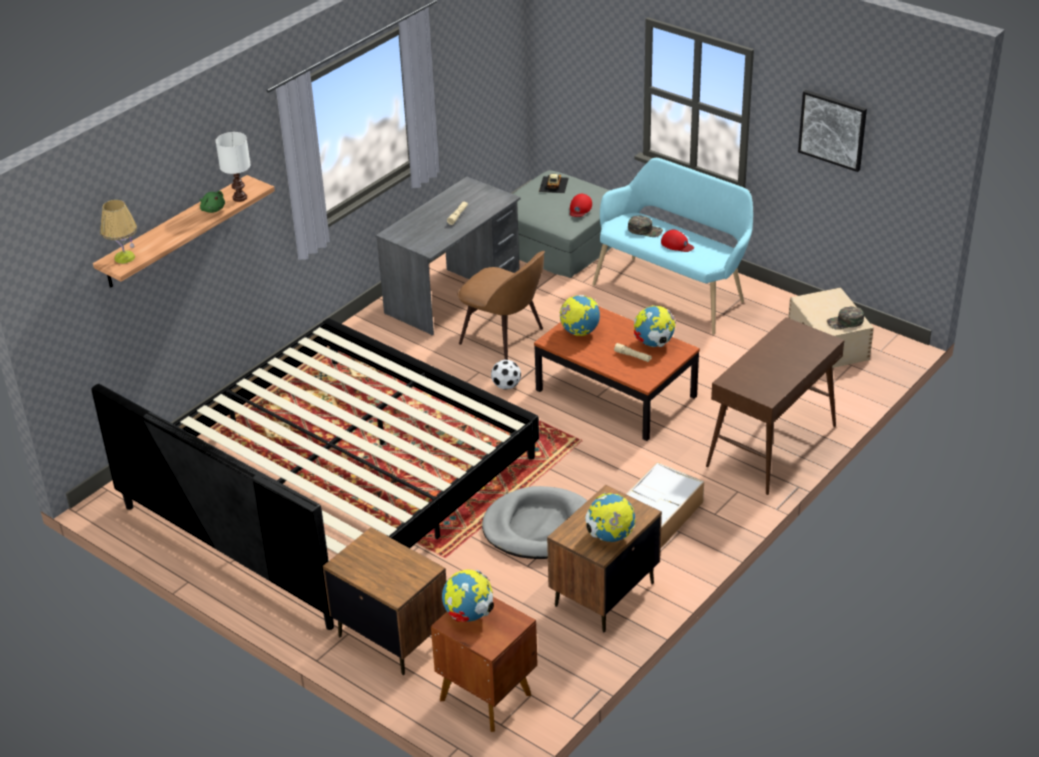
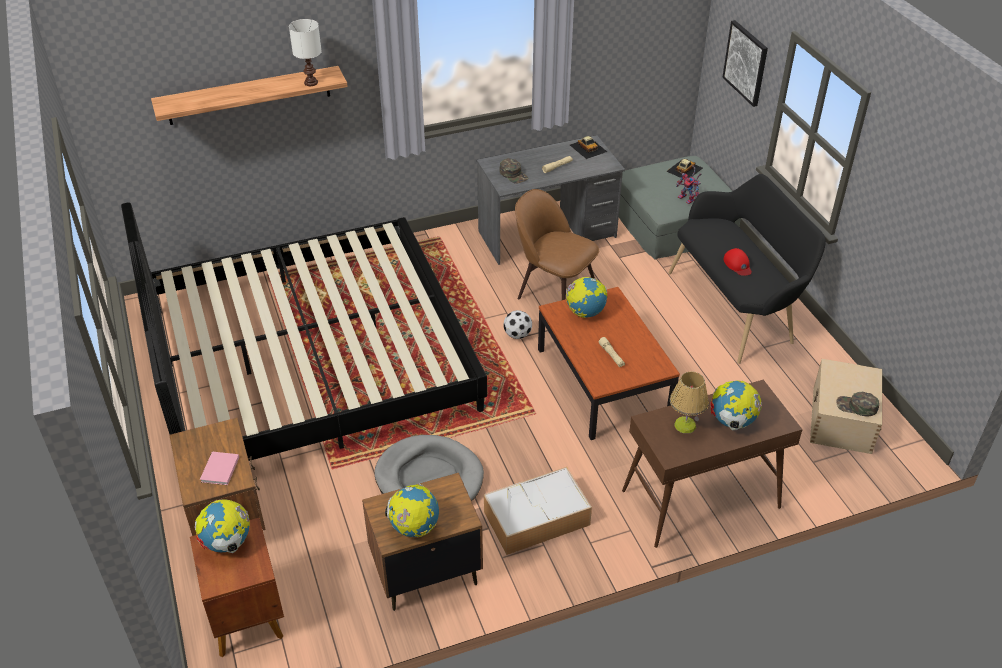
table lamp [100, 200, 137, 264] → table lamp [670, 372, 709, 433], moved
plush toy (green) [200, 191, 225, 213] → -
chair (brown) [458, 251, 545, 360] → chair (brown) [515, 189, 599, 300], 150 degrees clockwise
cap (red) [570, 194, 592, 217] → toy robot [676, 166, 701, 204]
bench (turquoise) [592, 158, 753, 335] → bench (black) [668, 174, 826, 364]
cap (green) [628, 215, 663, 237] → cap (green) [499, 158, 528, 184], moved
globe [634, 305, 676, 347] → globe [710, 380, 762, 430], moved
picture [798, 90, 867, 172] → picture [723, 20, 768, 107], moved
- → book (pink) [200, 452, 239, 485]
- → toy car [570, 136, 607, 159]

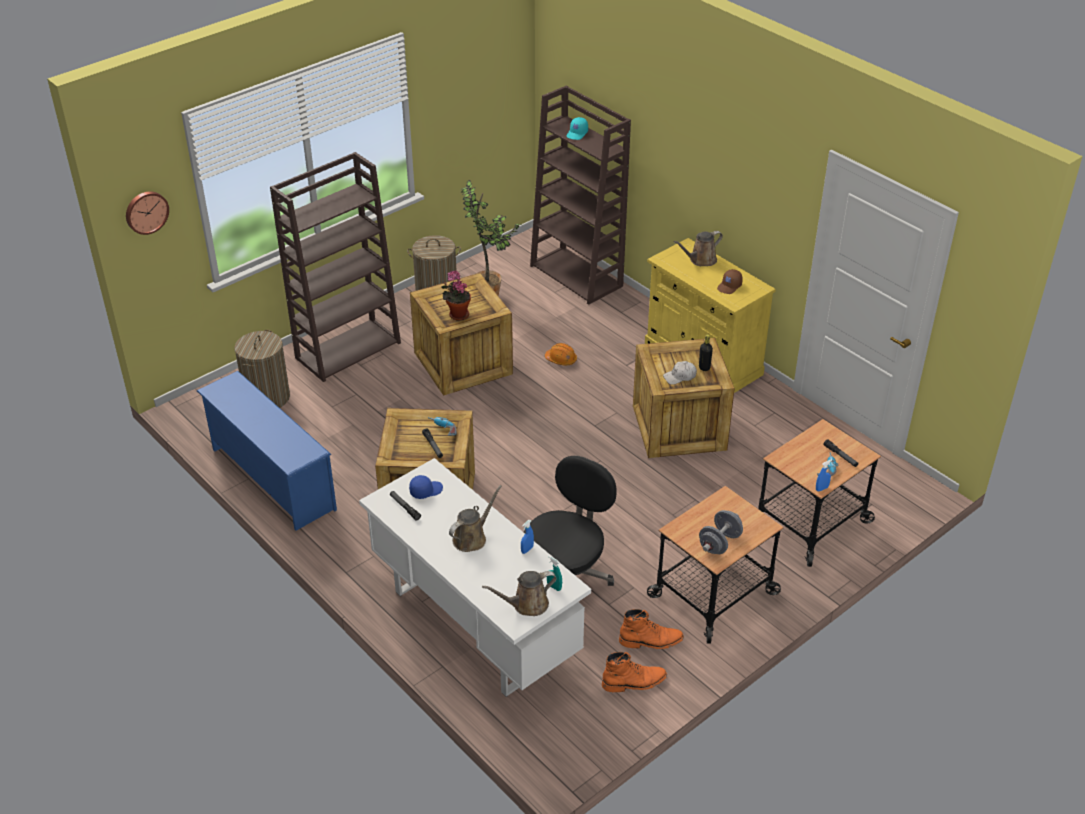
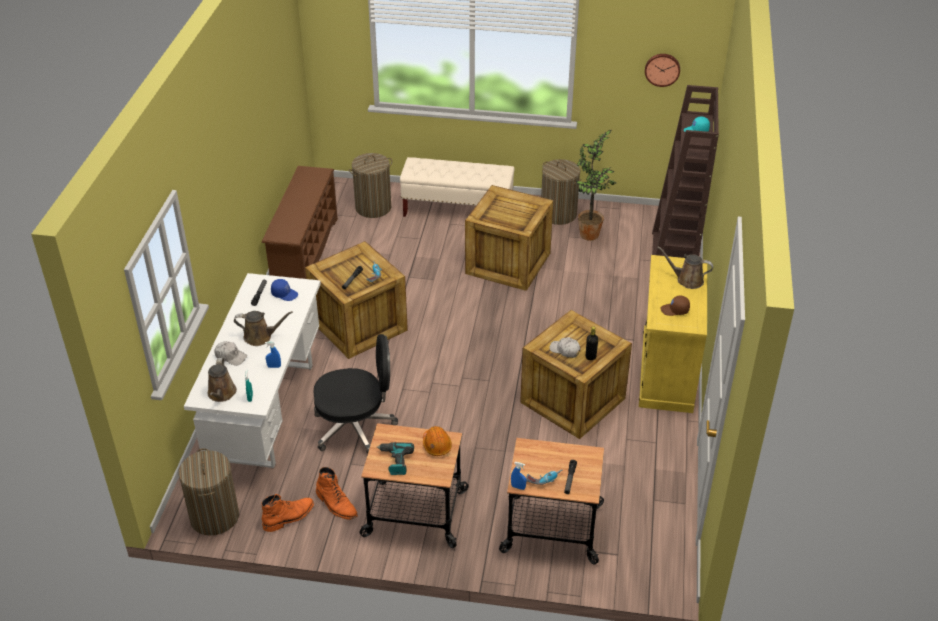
wall clock [126, 191, 169, 235] → wall clock [645, 54, 680, 87], moved
shoe rack (blue) [197, 371, 337, 531] → shoe rack (brown) [262, 166, 338, 279]
bookcase (brown) [270, 152, 401, 382] → bench (beige) [400, 157, 515, 217]
potted plant [441, 270, 471, 320] → -
watering can (brown) [482, 571, 556, 616] → watering can (brown) [208, 358, 237, 402], 120 degrees counterclockwise
hard hat (orange) [545, 343, 577, 365] → hard hat (orange) [423, 426, 452, 456], moved
boot (orange) [602, 652, 667, 692] → boot (orange) [261, 494, 314, 532], 75 degrees counterclockwise
dumbbell (grey) [699, 510, 743, 554] → power drill [376, 442, 414, 475]
- → laundry basket [178, 448, 239, 536]
- → cap (white) [214, 341, 247, 366]

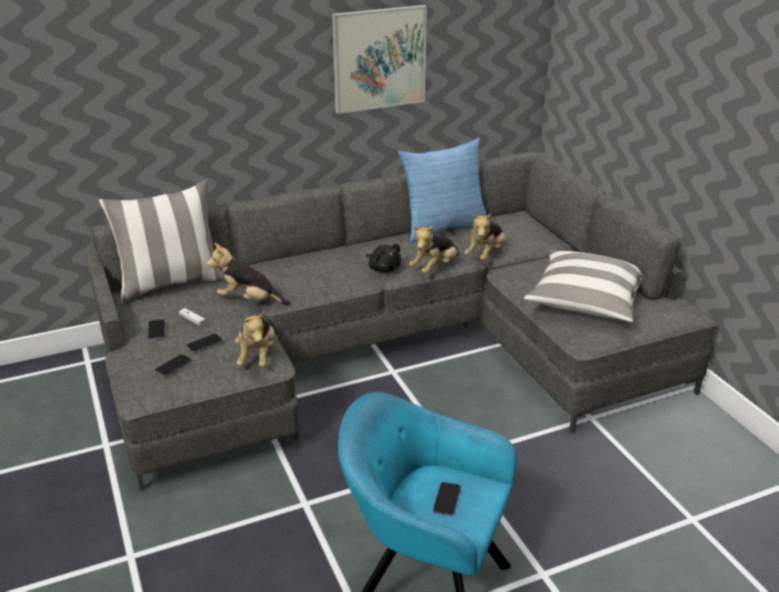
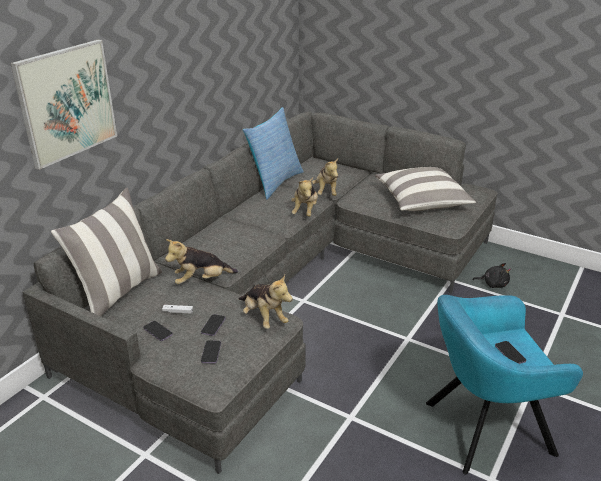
picture [332, 5, 427, 114] → picture [11, 40, 117, 170], moved
plush toy (black) [366, 244, 401, 272] → plush toy (black) [473, 263, 511, 288], moved

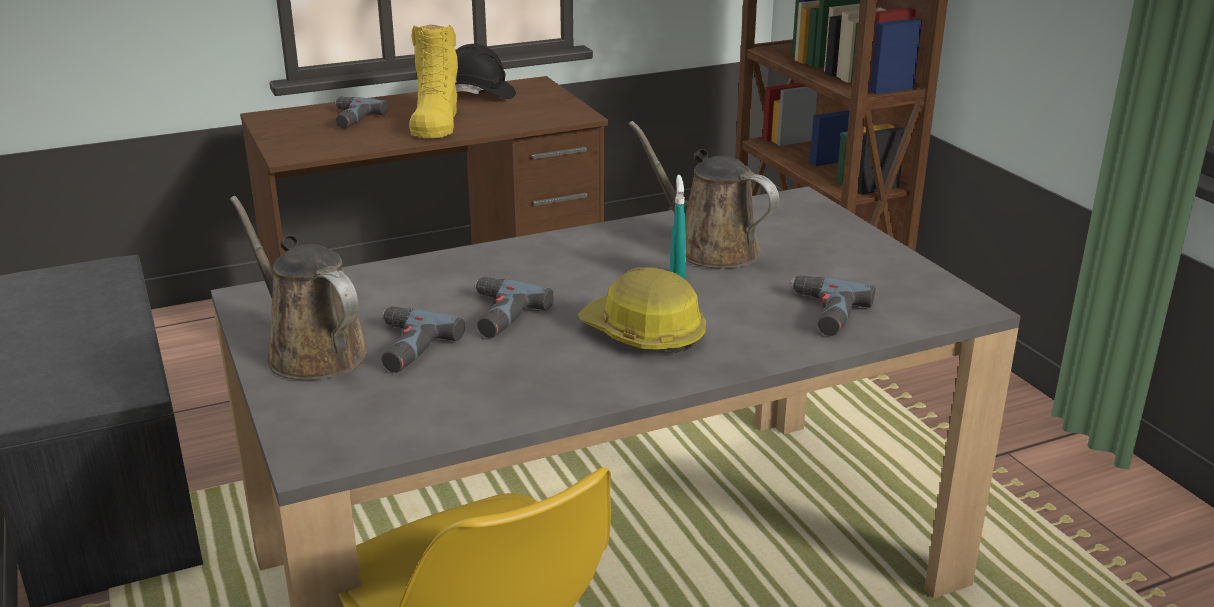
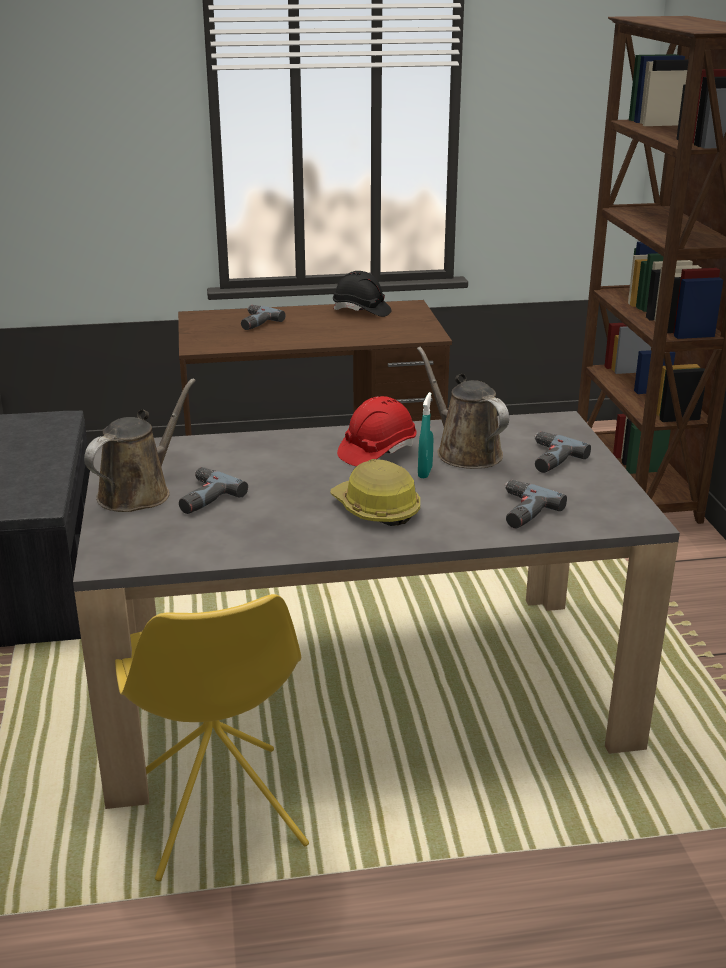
watering can (brown) [230, 196, 368, 380] → watering can (brown) [84, 378, 196, 512], 60 degrees clockwise
boot (yellow) [409, 25, 458, 139] → -
power drill [474, 277, 554, 338] → power drill [534, 431, 591, 473], moved
- → hard hat (red) [337, 396, 417, 466]

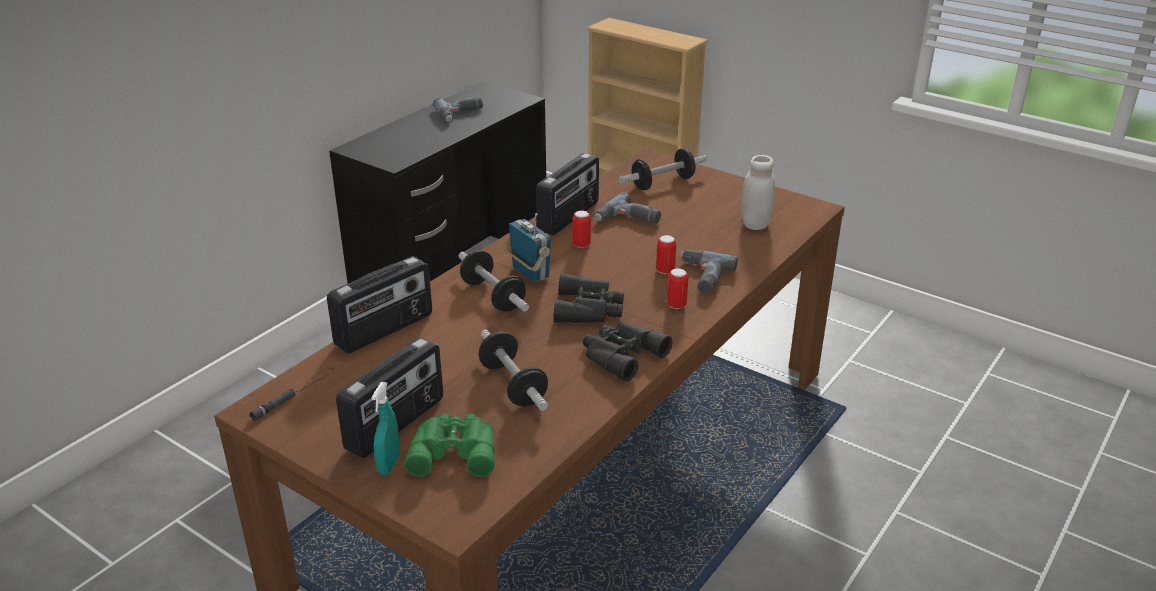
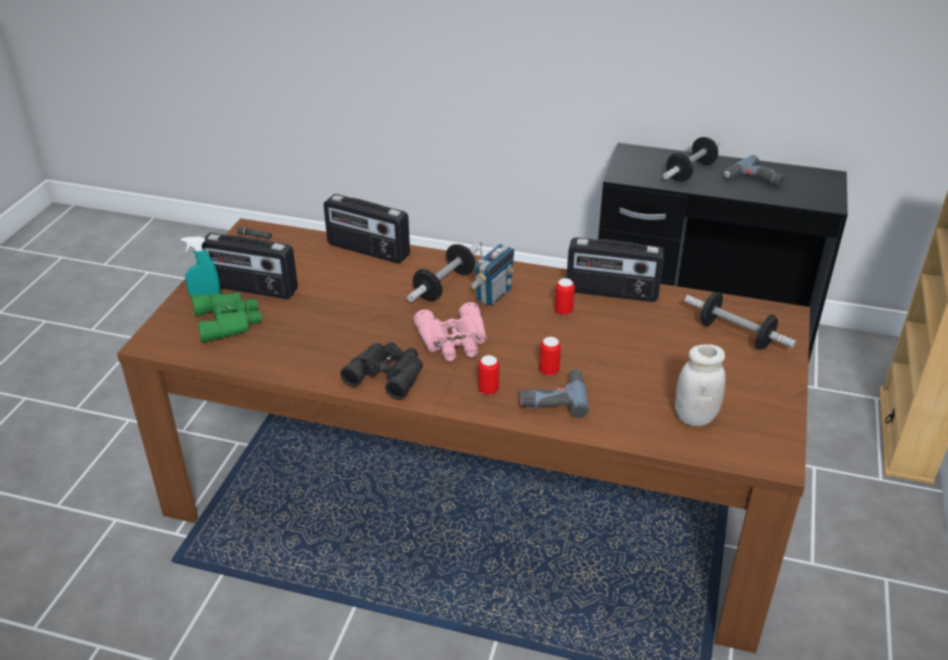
dumbbell [479, 330, 548, 411] → dumbbell [663, 137, 720, 182], moved
binoculars (black) [553, 273, 624, 323] → binoculars (pink) [414, 302, 487, 361]
power drill [595, 192, 661, 224] → -

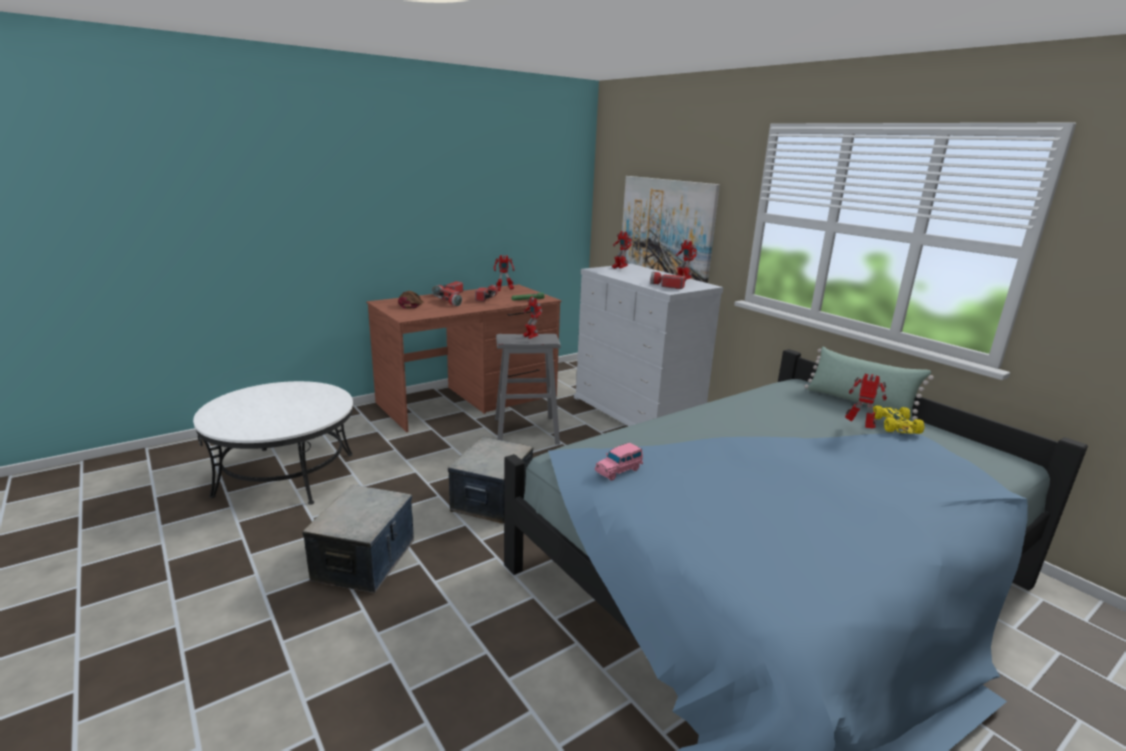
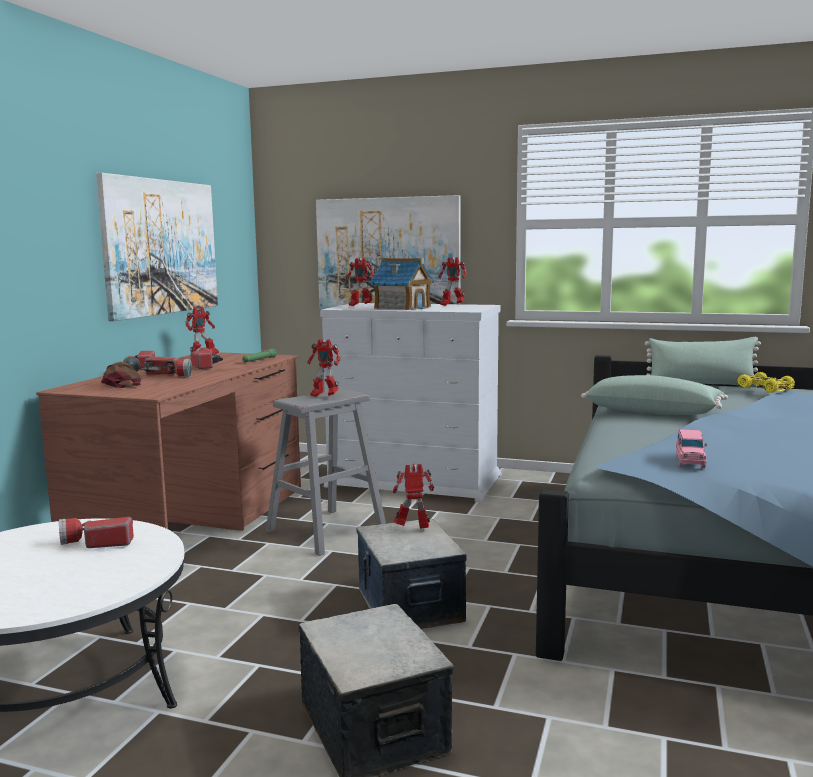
flashlight [650, 271, 686, 289] → flashlight [59, 517, 134, 548], moved
toy robot [845, 374, 887, 429] → toy robot [393, 464, 434, 529], moved
- → picture [96, 173, 218, 321]
- → toy house [369, 258, 434, 310]
- → pillow (green) [581, 375, 728, 415]

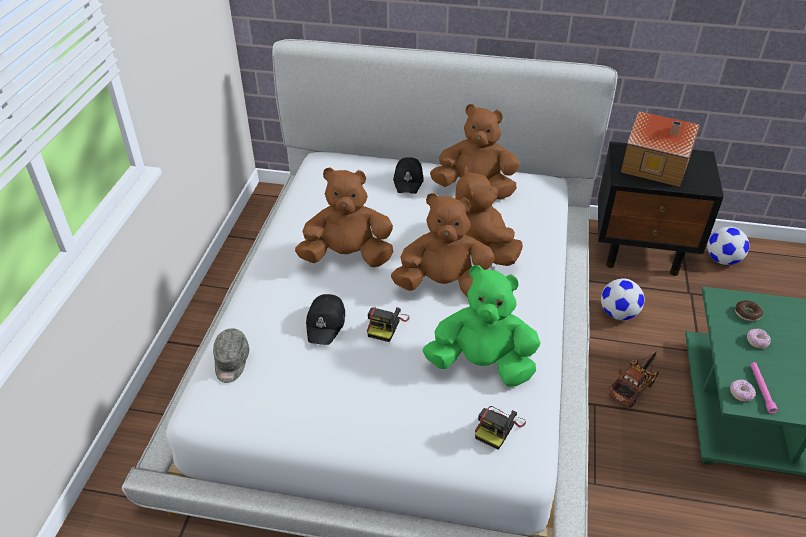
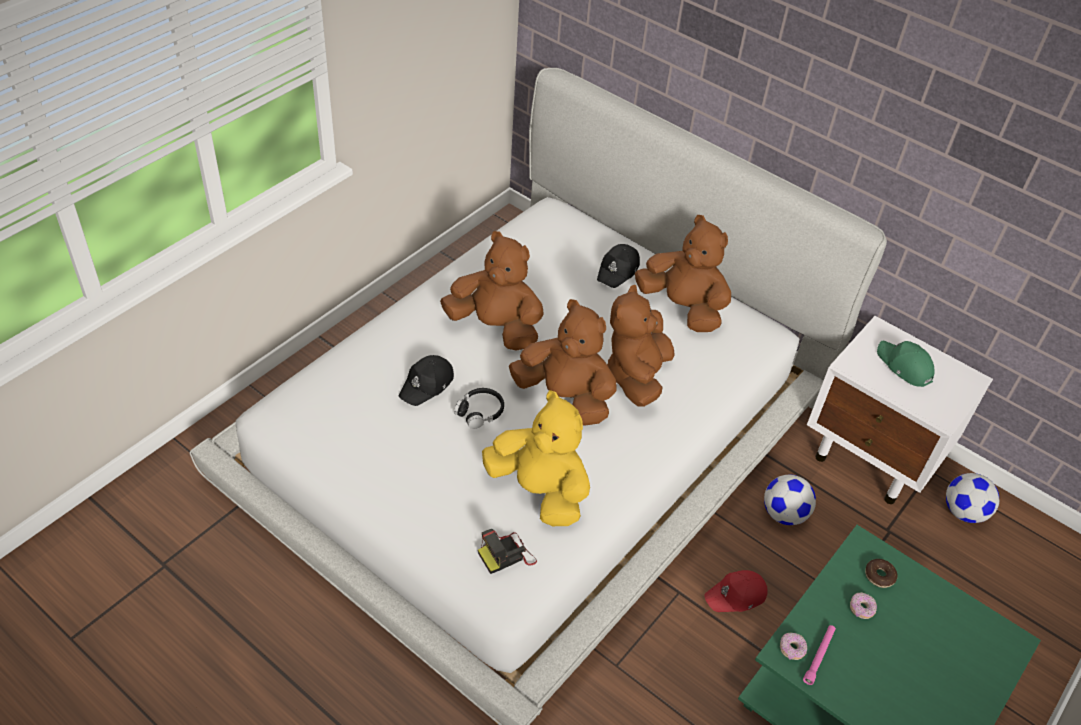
cap (grey) [213, 328, 249, 383] → -
photo camera [367, 307, 410, 342] → headphones (black) [454, 388, 504, 429]
plush toy (green) [423, 265, 541, 386] → plush toy (yellow) [482, 390, 590, 526]
nightstand (black) [598, 142, 724, 276] → nightstand (white) [807, 316, 993, 504]
toy truck [608, 351, 659, 408] → cap (red) [704, 570, 768, 612]
toy house [621, 111, 699, 187] → cap (green) [877, 341, 935, 387]

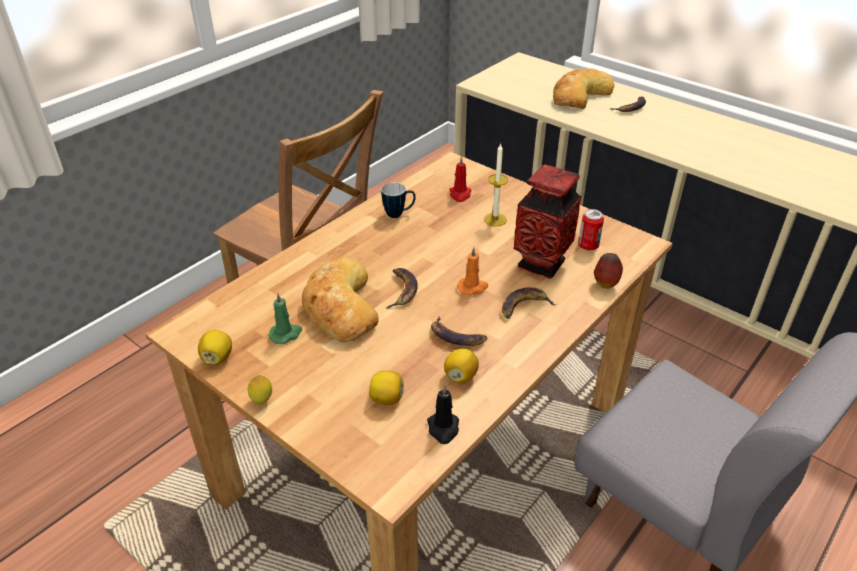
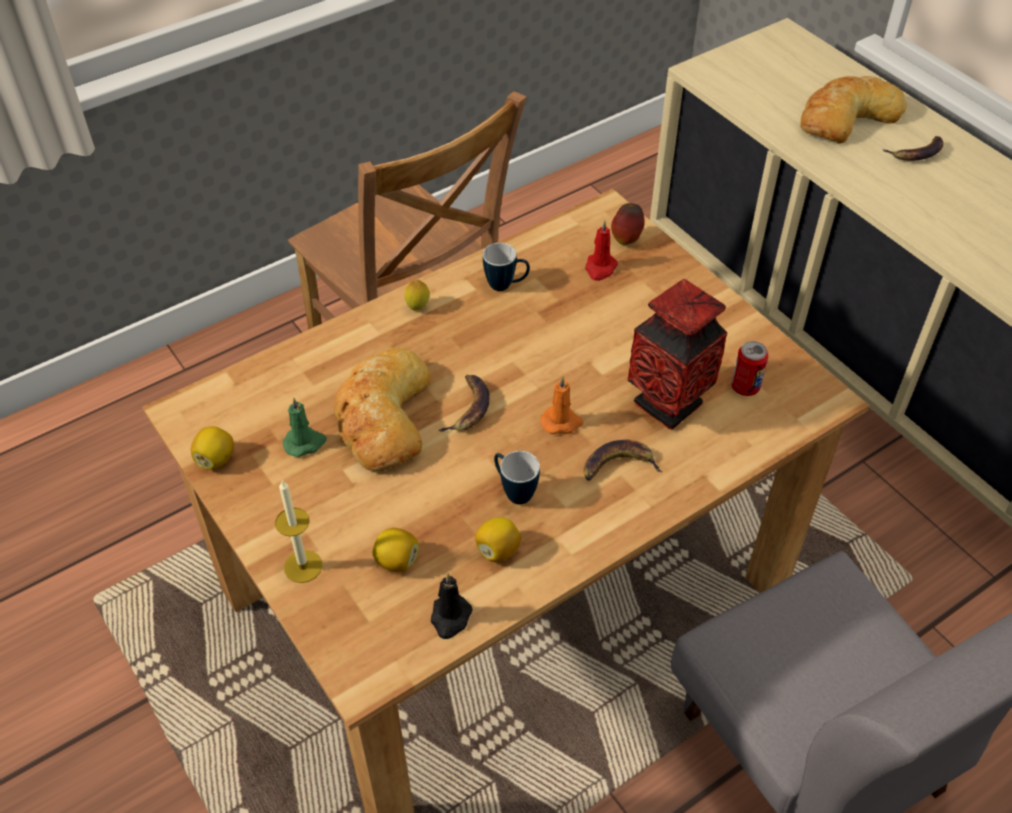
lemon [248, 375, 272, 405] → lemon [404, 280, 429, 311], moved
banana [431, 316, 487, 346] → mug [494, 451, 540, 505]
candle [484, 143, 508, 226] → candle [275, 480, 323, 583], moved
apple [594, 253, 623, 289] → apple [611, 203, 645, 245], moved

